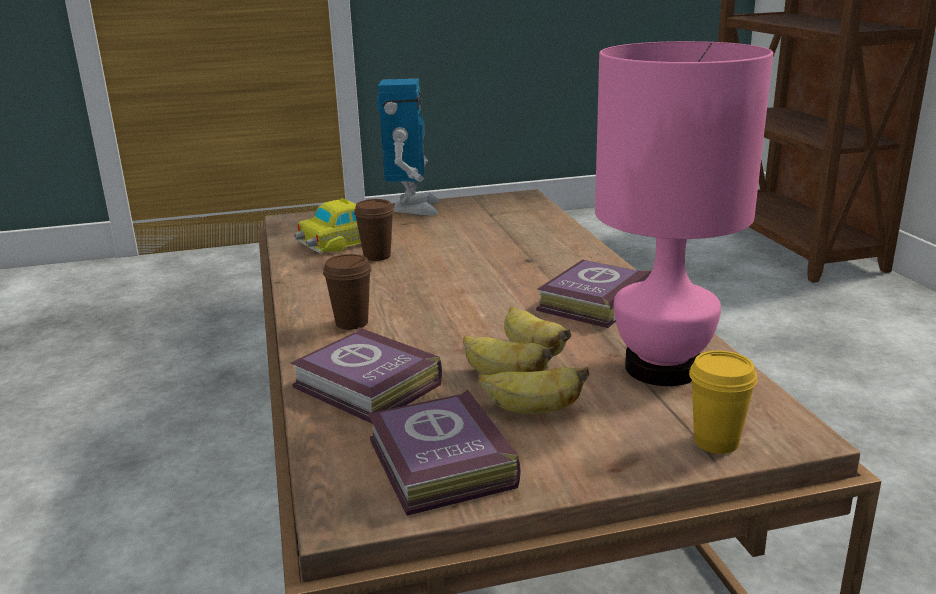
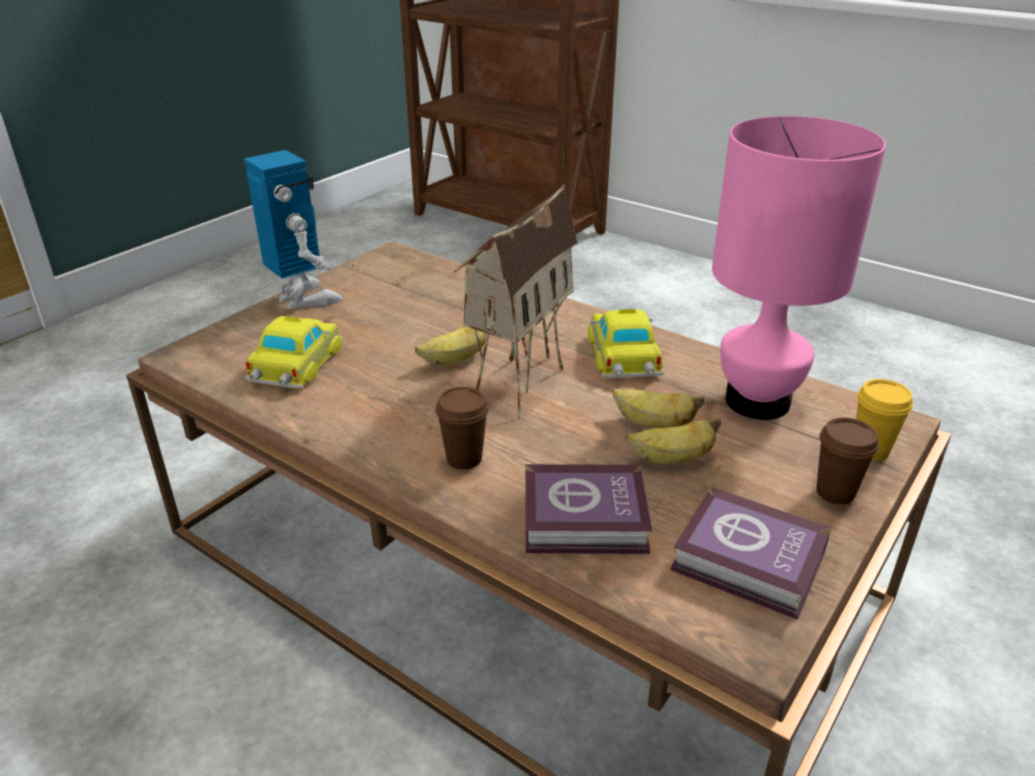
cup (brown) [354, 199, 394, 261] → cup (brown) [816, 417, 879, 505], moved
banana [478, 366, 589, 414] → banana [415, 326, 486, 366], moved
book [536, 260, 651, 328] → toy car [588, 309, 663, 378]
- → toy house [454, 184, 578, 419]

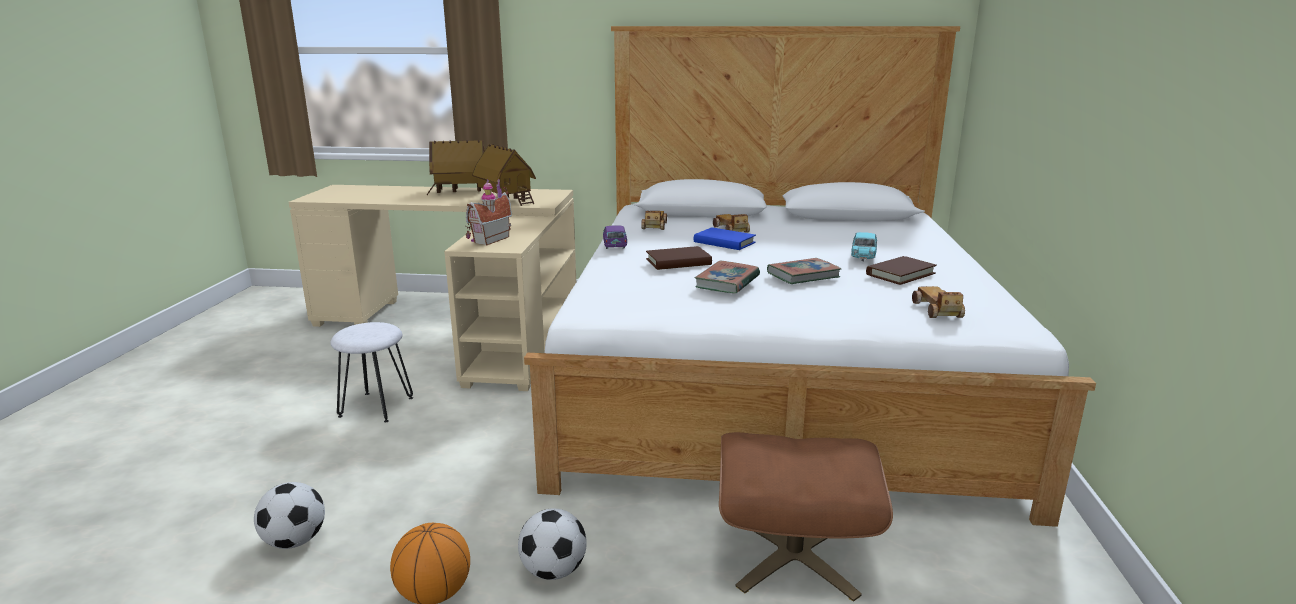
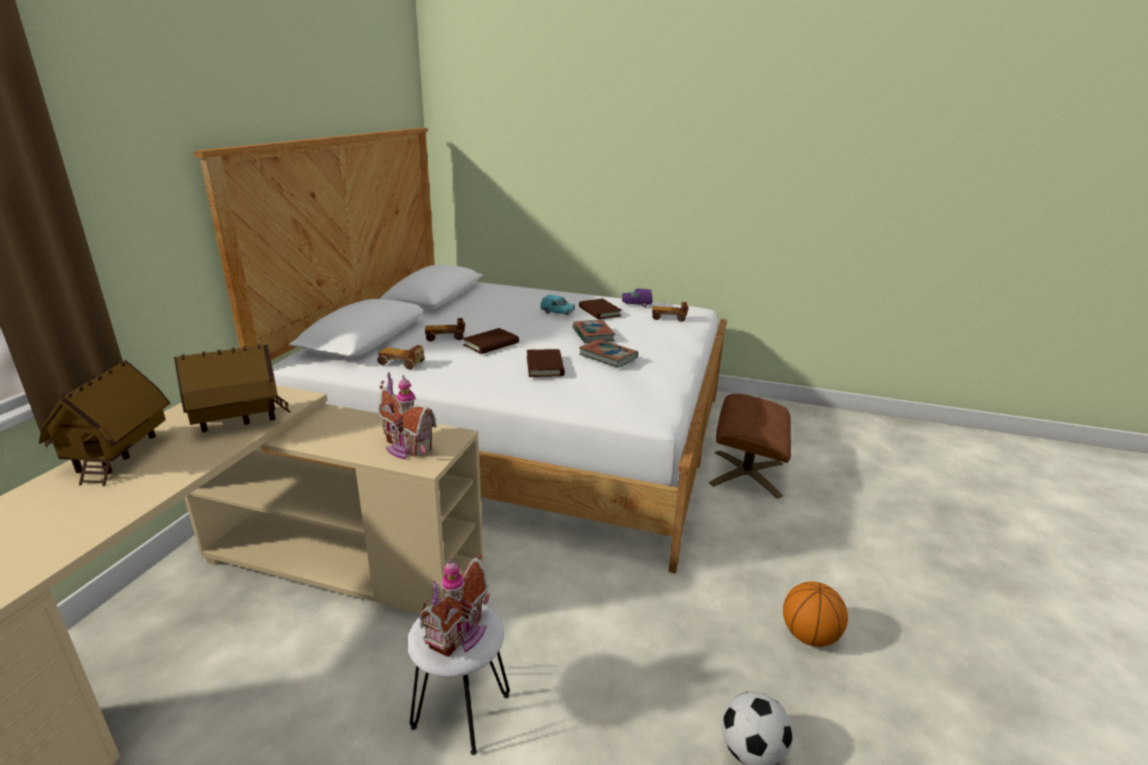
football [518, 508, 587, 580] → -
toy car (purple) [603, 225, 627, 249] → toy car (purple) [622, 289, 653, 307], moved
book (blue) [694, 227, 756, 250] → book (brown) [463, 328, 519, 354]
- → toy house [419, 554, 489, 657]

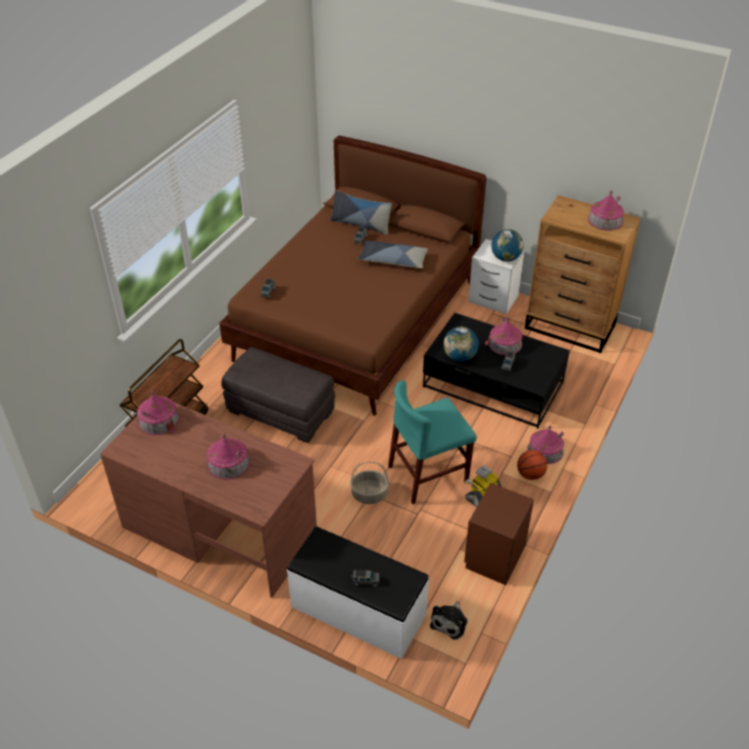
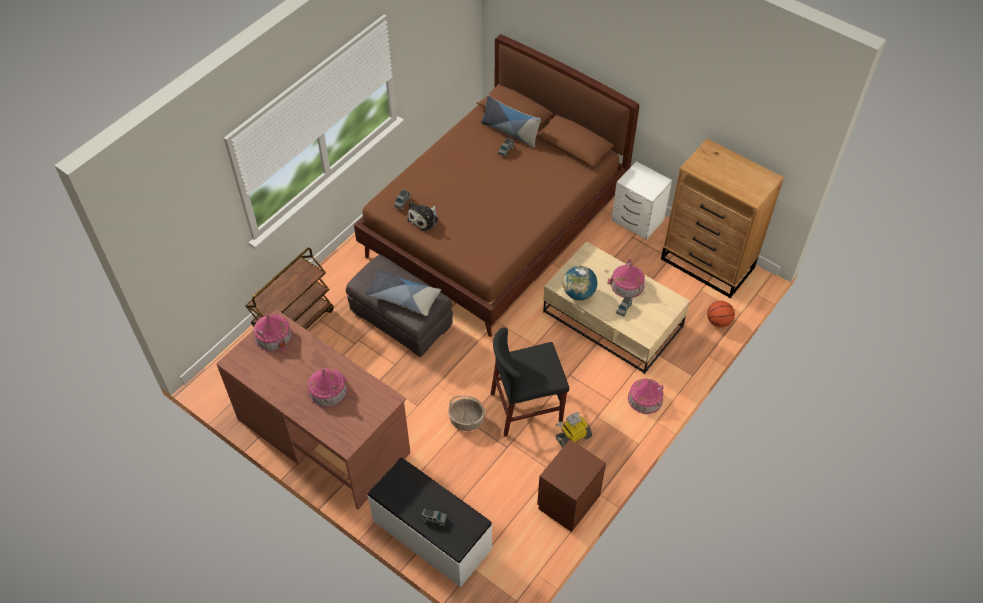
pillow [357, 240, 428, 268] → pillow [364, 269, 441, 316], moved
chair (turquoise) [388, 380, 477, 504] → chair (black) [491, 327, 569, 436]
coffee table (black) [423, 313, 570, 429] → coffee table (beige) [543, 241, 690, 374]
plush toy [430, 601, 468, 640] → plush toy [407, 202, 438, 231], moved
globe [491, 229, 524, 262] → -
basketball [517, 450, 547, 480] → basketball [707, 301, 735, 328], moved
toy house [588, 190, 624, 231] → -

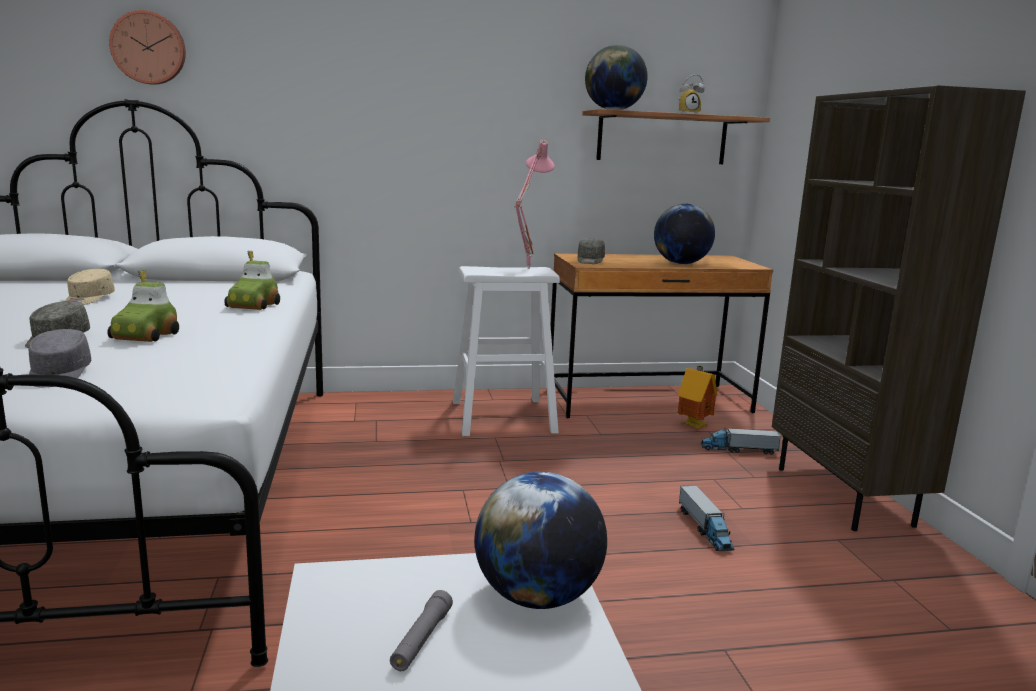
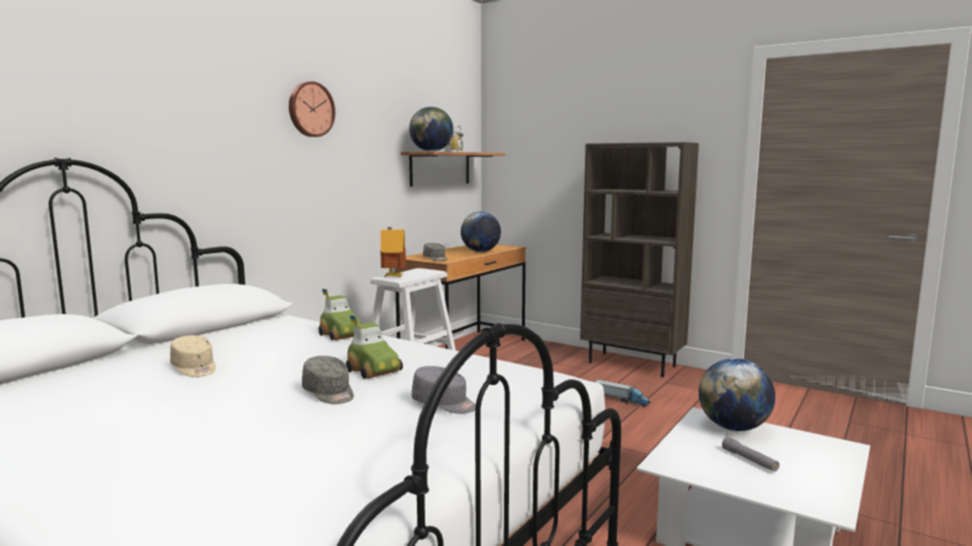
wall clock [109, 10, 186, 85] → wall clock [289, 81, 335, 137], moved
table lamp (pink) [515, 140, 555, 269] → -
toy house [678, 366, 717, 429] → toy house [380, 227, 406, 277], moved
toy truck [701, 427, 781, 455] → -

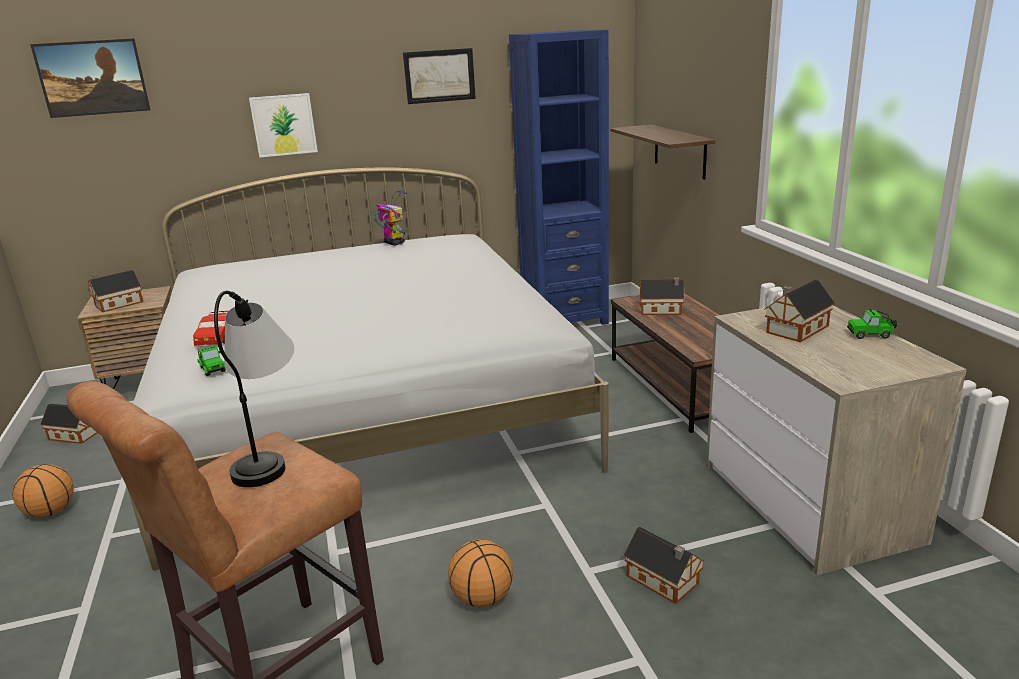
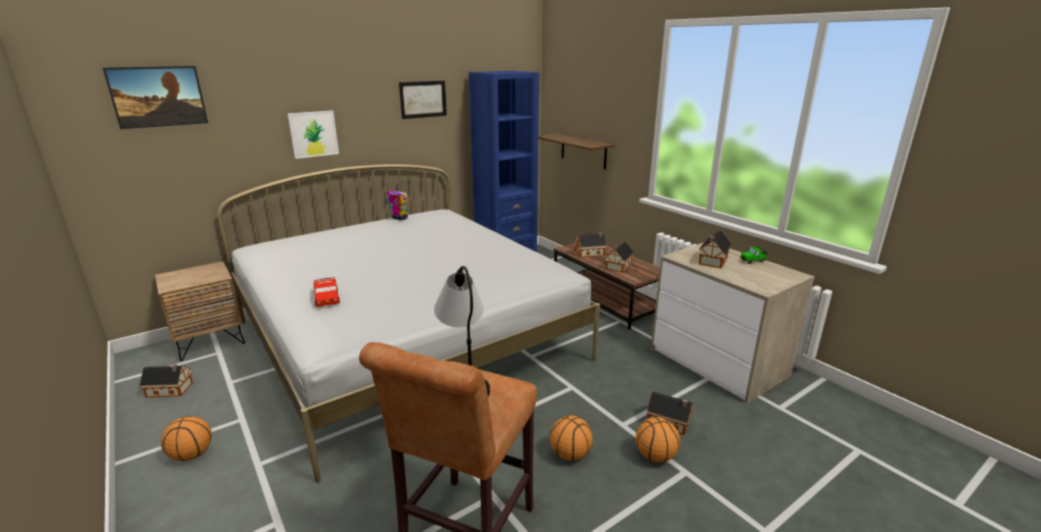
toy house [88, 270, 143, 312] → toy house [605, 242, 634, 272], moved
toy car [198, 345, 226, 376] → -
- → basketball [636, 417, 680, 463]

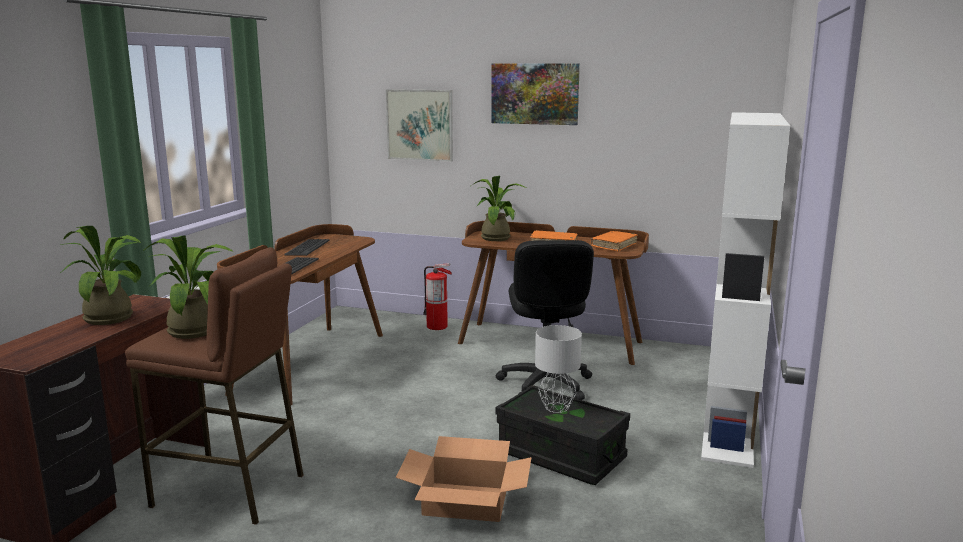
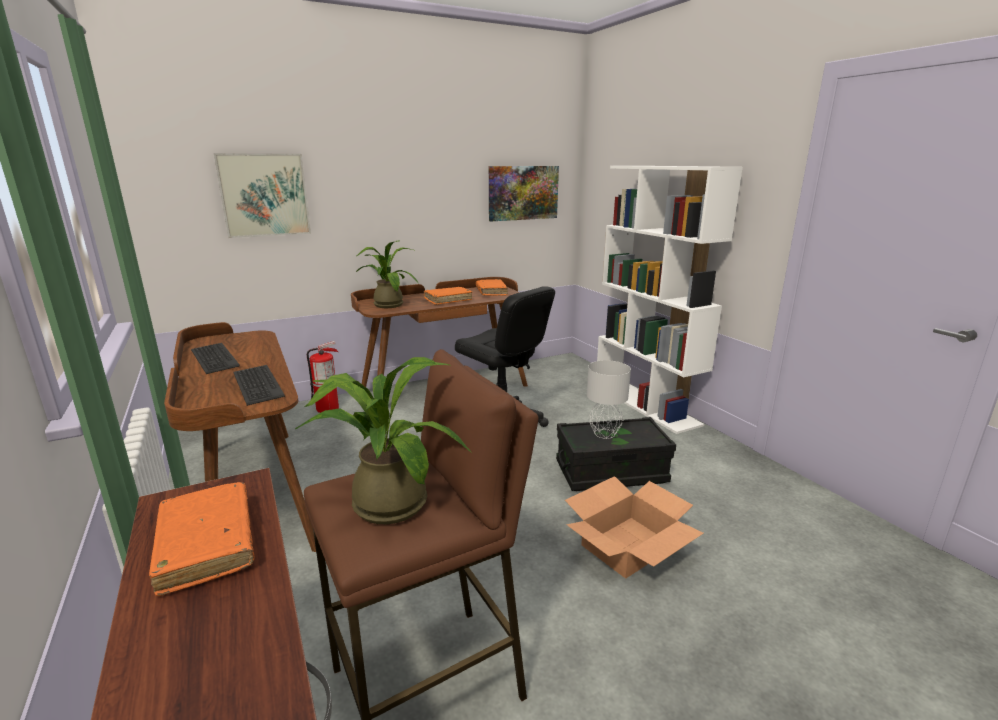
potted plant [59, 226, 141, 325] → book (orange) [149, 482, 255, 596]
picture [491, 64, 580, 125] → picture [489, 166, 559, 221], moved

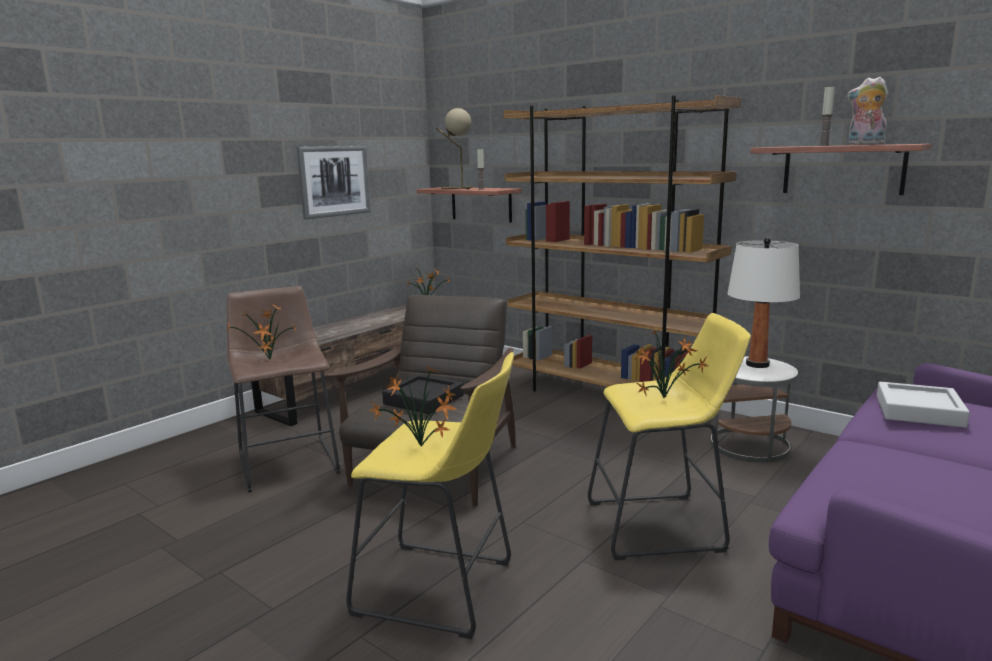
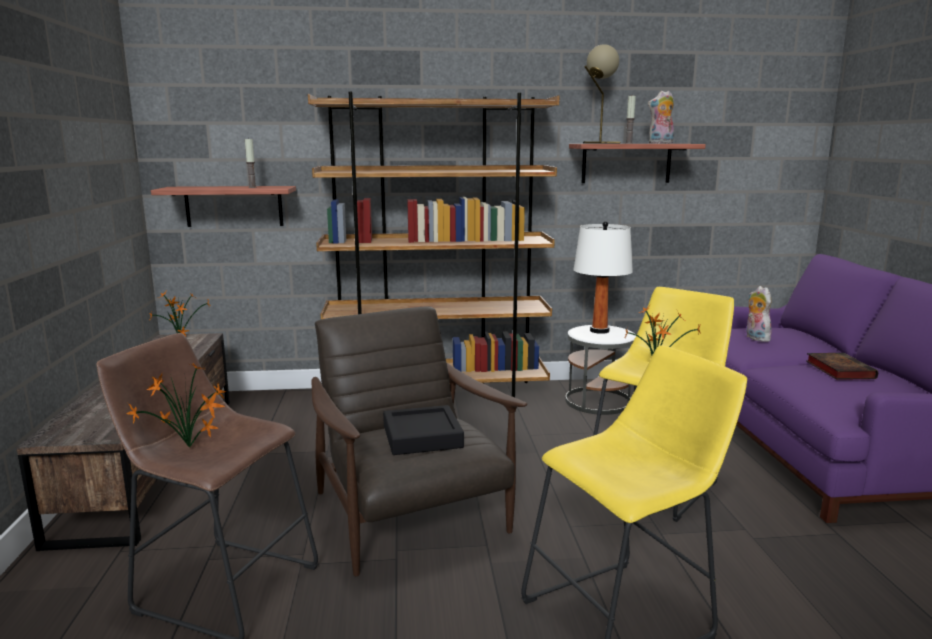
picture [297, 146, 371, 219] → -
potted plant [369, 366, 456, 447] → -
table lamp (beige) [436, 108, 473, 189] → table lamp (beige) [583, 44, 620, 144], moved
tray (grey) [877, 382, 970, 428] → plush toy [747, 286, 772, 342]
- → book [806, 353, 878, 380]

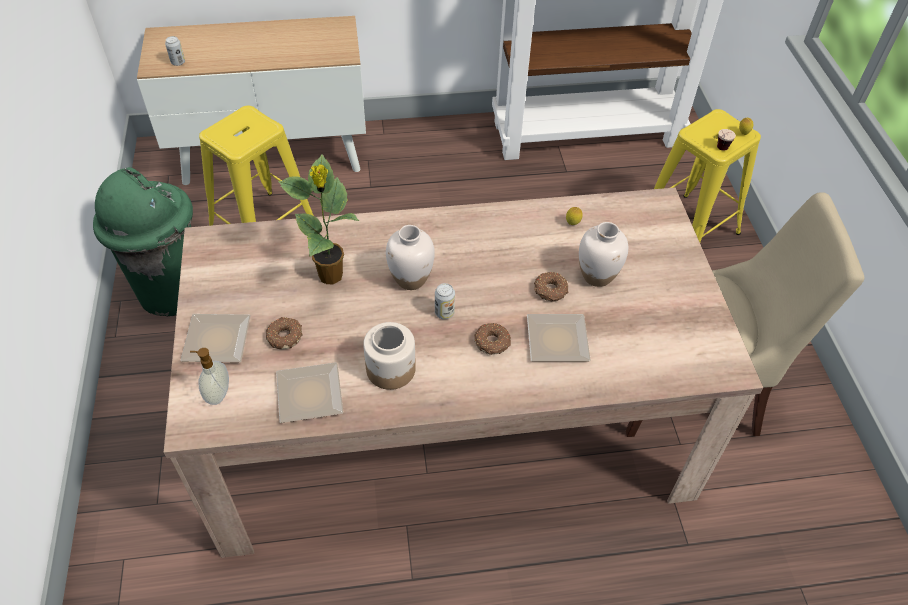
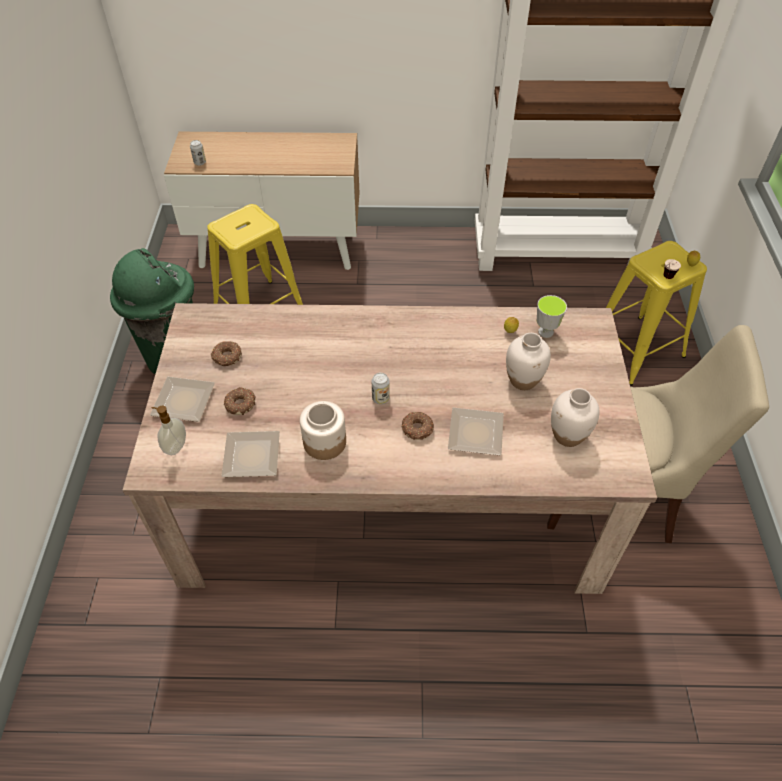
potted plant [278, 154, 359, 284] → -
vase (white) [386, 225, 435, 290] → vase (white) [551, 388, 600, 447], moved
donut [534, 272, 568, 302] → donut [211, 341, 242, 366], moved
- → cup [537, 295, 567, 338]

